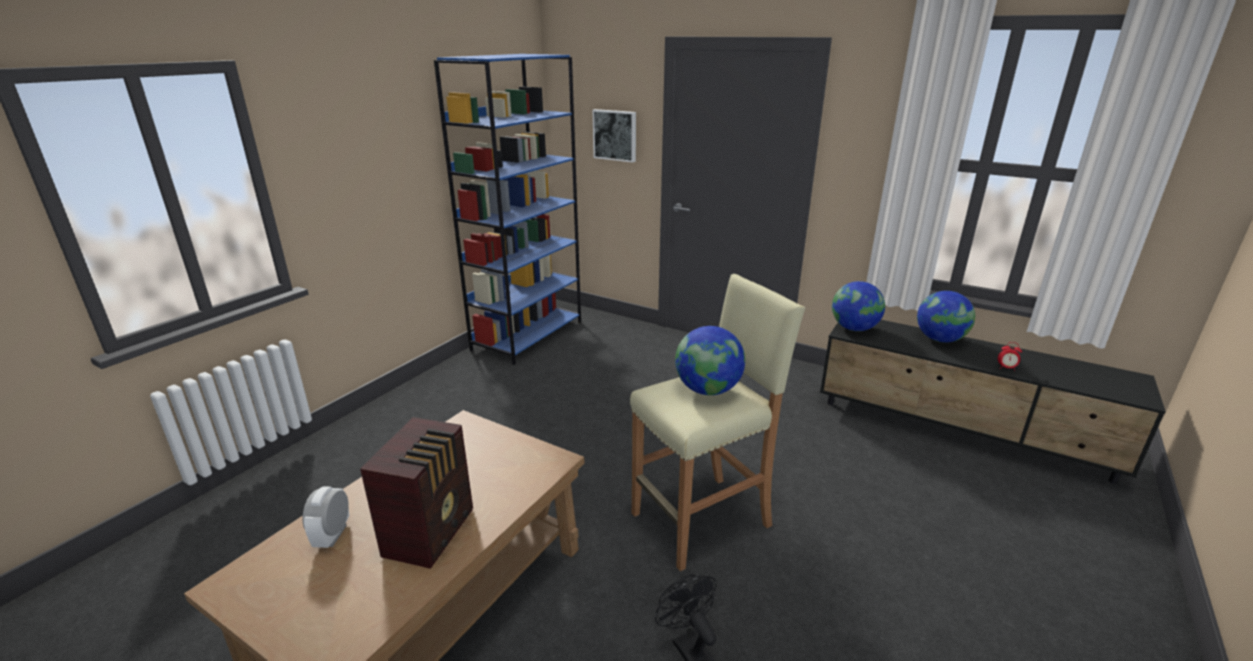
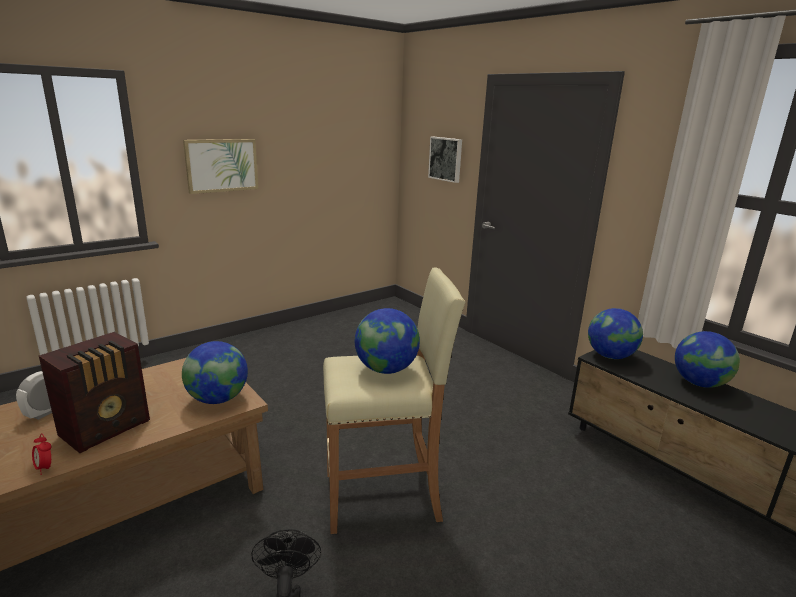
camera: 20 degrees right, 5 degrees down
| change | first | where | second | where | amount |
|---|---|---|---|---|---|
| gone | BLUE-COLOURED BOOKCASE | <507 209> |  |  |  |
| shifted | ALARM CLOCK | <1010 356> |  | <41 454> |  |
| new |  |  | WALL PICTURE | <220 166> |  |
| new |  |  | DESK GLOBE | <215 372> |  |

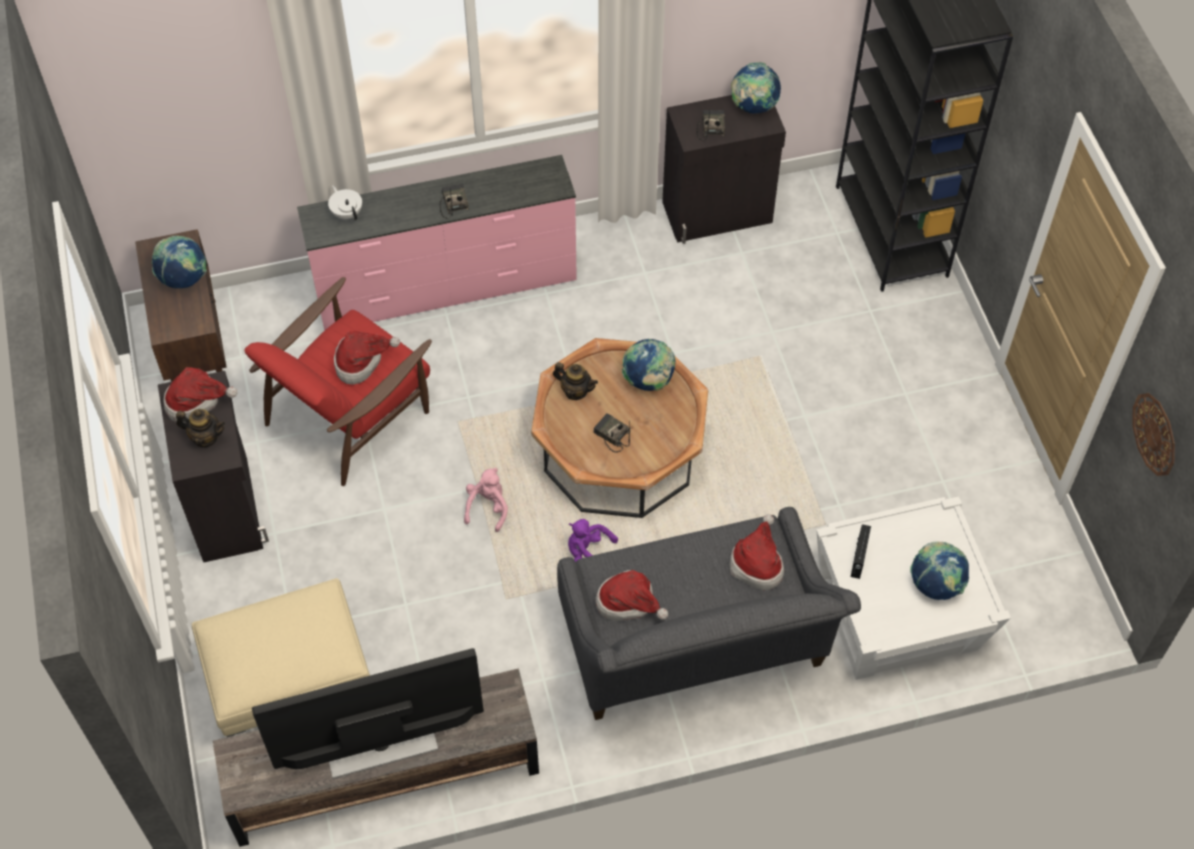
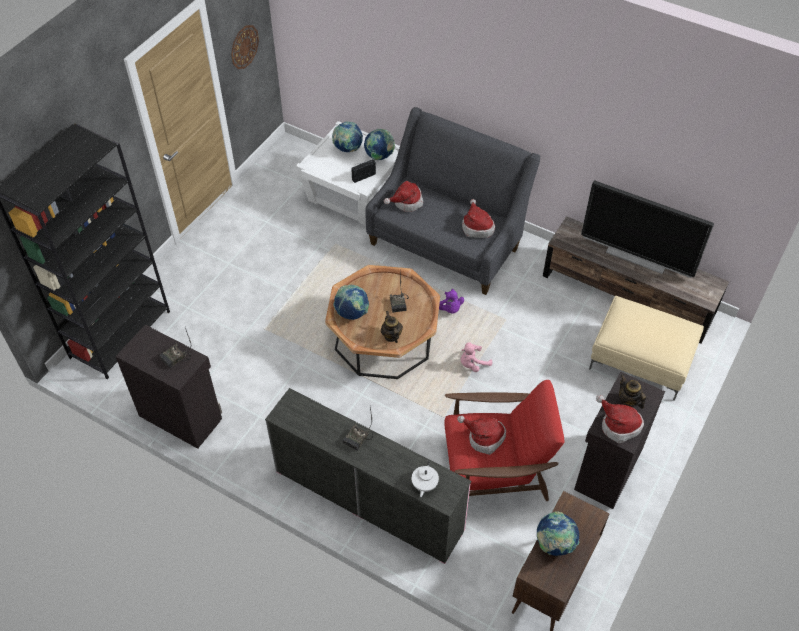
camera: 135 degrees left, 5 degrees down
| change | first | where | second | where | amount |
|---|---|---|---|---|---|
| shifted | DESK GLOBE | <756 87> |  | <379 144> |  |

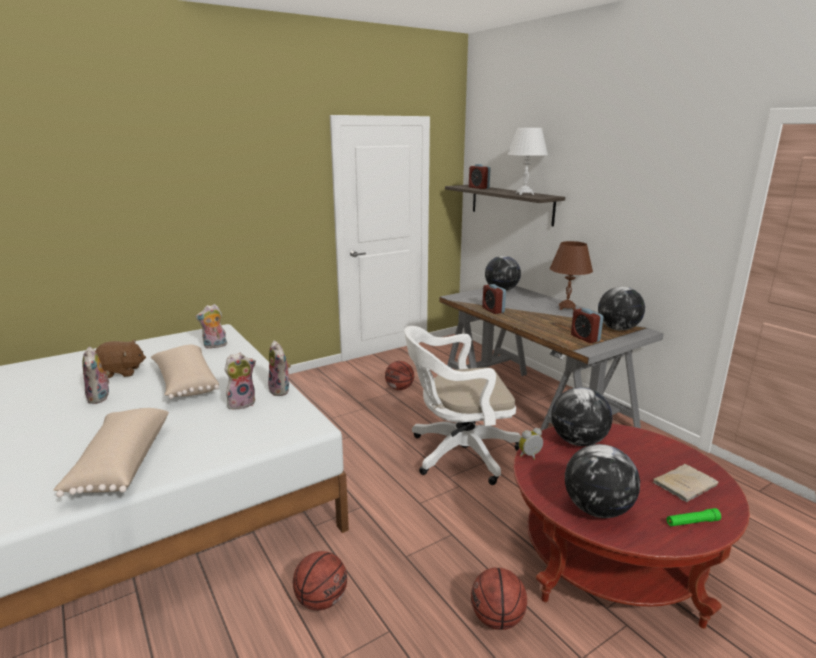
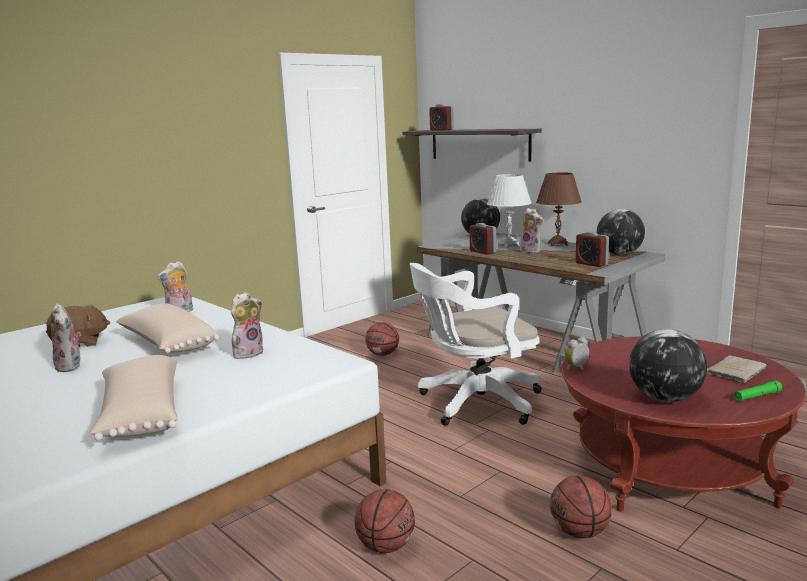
camera: 10 degrees left, 5 degrees down
| change | first | where | second | where | amount |
|---|---|---|---|---|---|
| shifted | WHITE TABLETOP LAMP | <527 161> |  | <509 210> |  |
| shifted | SOFT TOY | <279 368> |  | <531 231> |  |
| gone | DESK GLOBE | <581 416> |  |  |  |

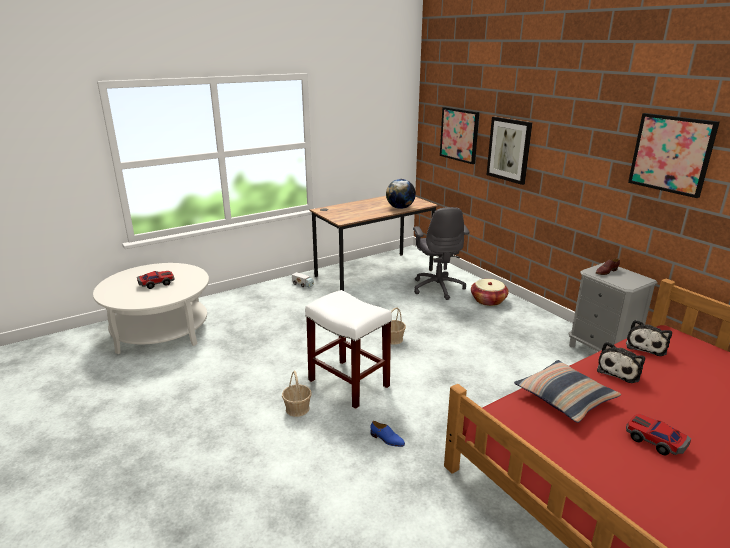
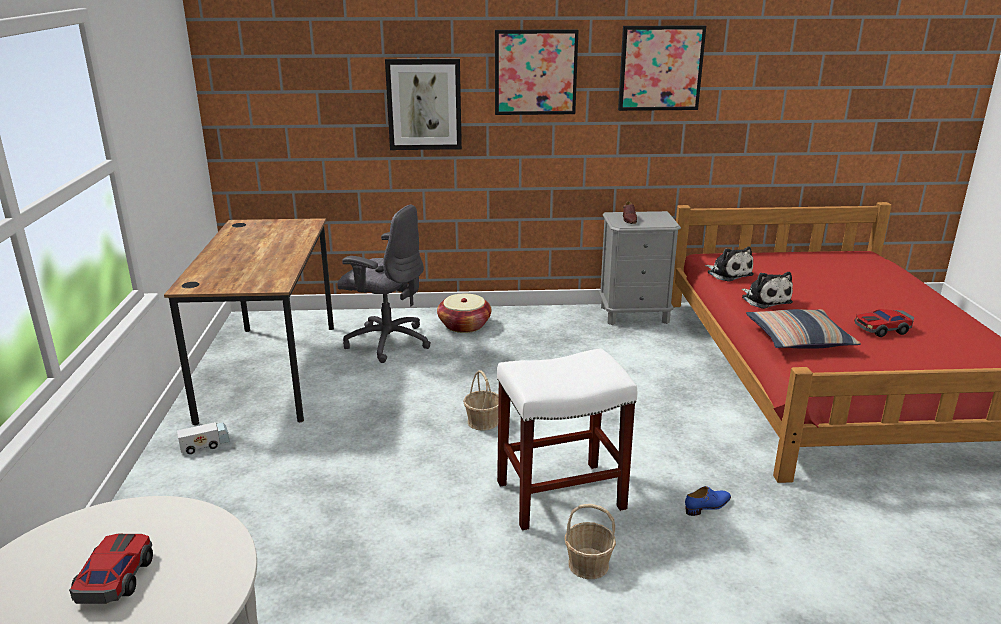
camera: 60 degrees left, 0 degrees up
| change | first | where | second | where | amount |
|---|---|---|---|---|---|
| shifted | WALL PICTURE | <459 135> |  | <536 72> |  |
| gone | DESK GLOBE | <401 194> |  |  |  |

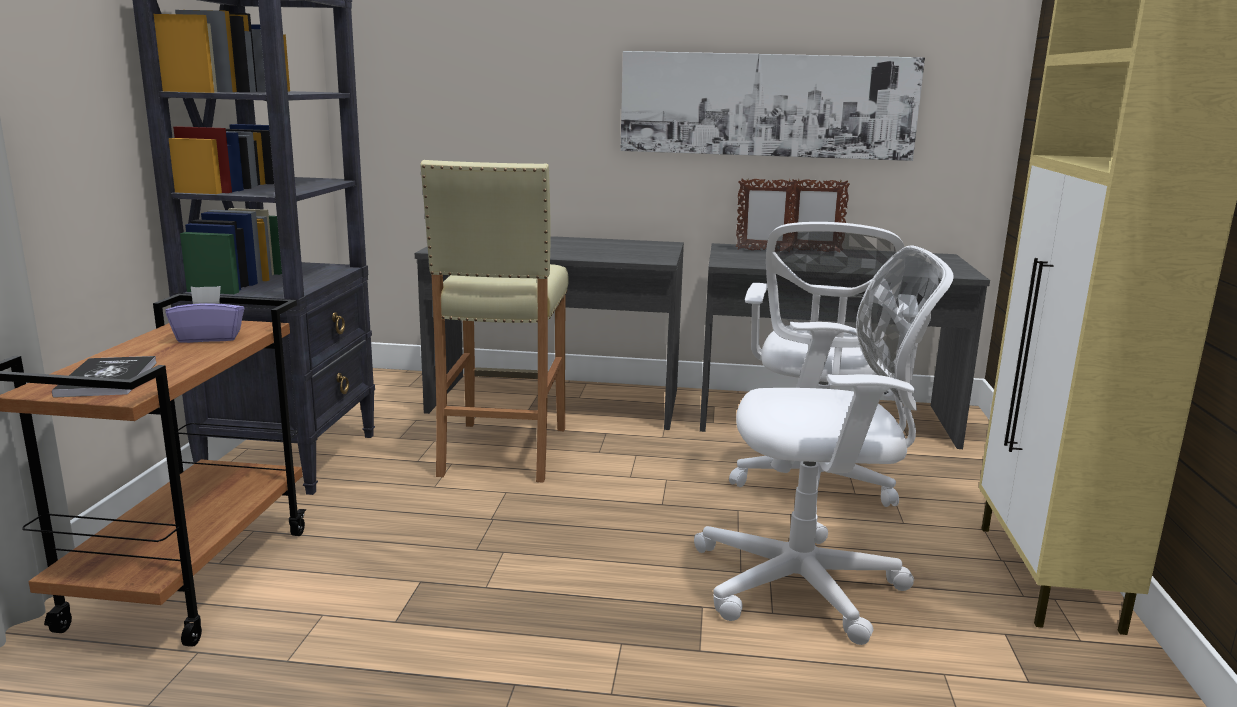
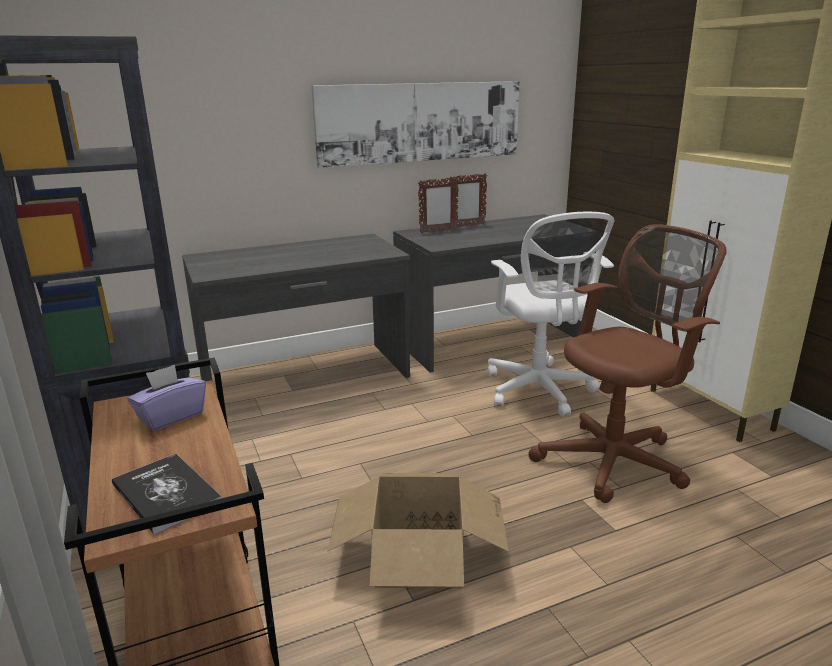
camera: 30 degrees left, 5 degrees up
| change | first | where | second | where | amount |
|---|---|---|---|---|---|
| gone | BEIGE STOOL SEAT | <494 321> |  |  |  |
| repainted | WHITE DESK CHAIR | <824 445> | BROWNISH DESK CHAIR | <627 363> |  |
| new |  |  | CARTON | <418 530> |  |

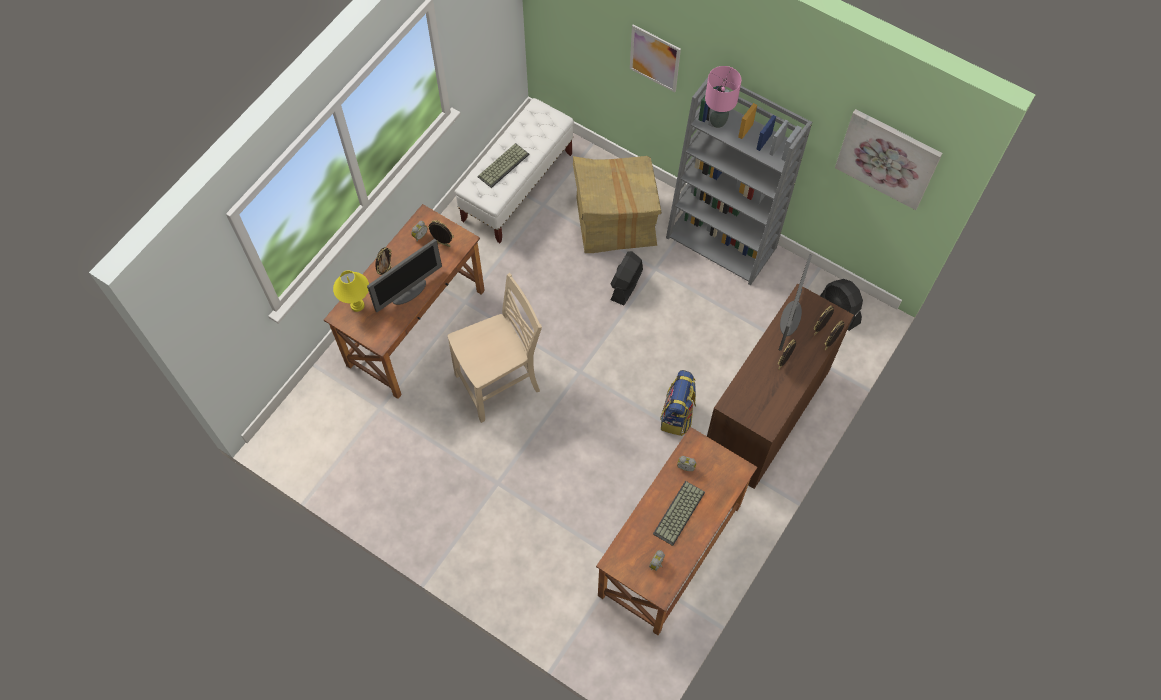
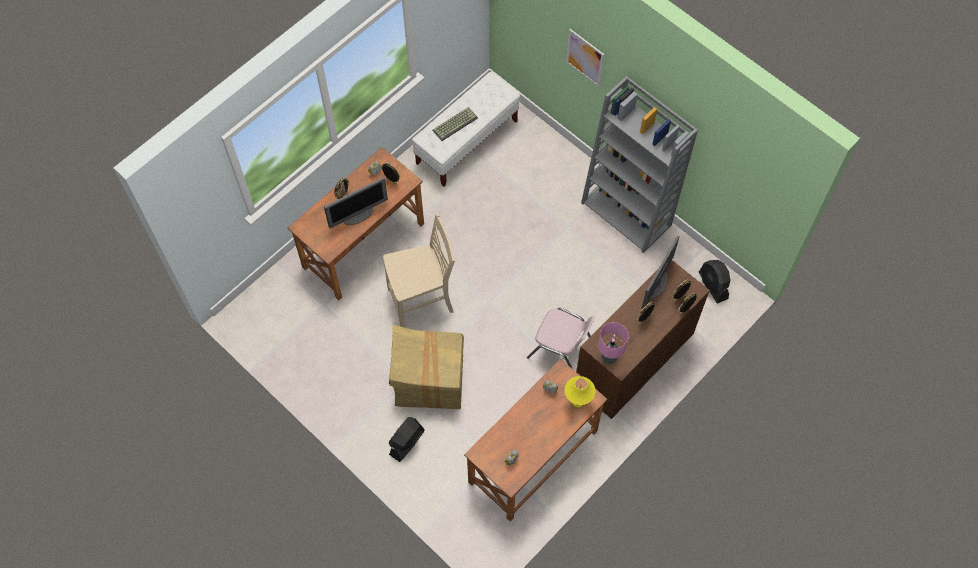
camera: 10 degrees right, 0 degrees up
| change | first | where | second | where | amount |
|---|---|---|---|---|---|
| shifted | PINK-COLOURED TABLETOP LAMP | <723 97> |  | <613 343> |  |
| gone | WALL PICTURE | <889 159> |  |  |  |
| shifted | CARTON | <617 204> |  | <426 367> |  |
| shifted | BLACKISH FAN | <626 278> |  | <406 439> |  |
| shifted | YELLOW TABLETOP LAMP | <351 291> |  | <580 392> |  |
| swapped | KNAPSACK | <678 403> | PINK-COLOURED PLAIN CHAIR | <561 338> |  |
| gone | COMPUTER KEYBOARD | <679 513> |  |  |  |

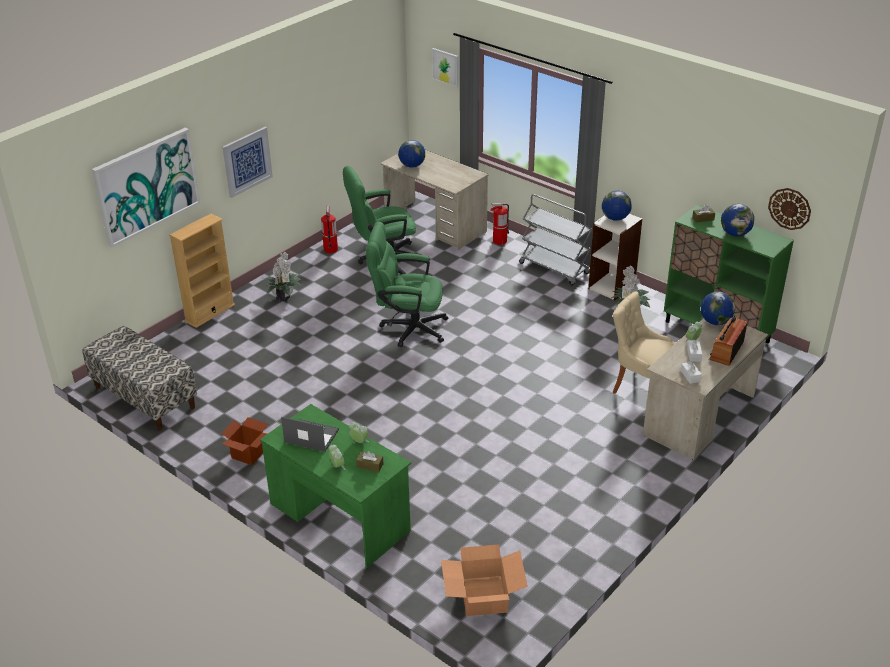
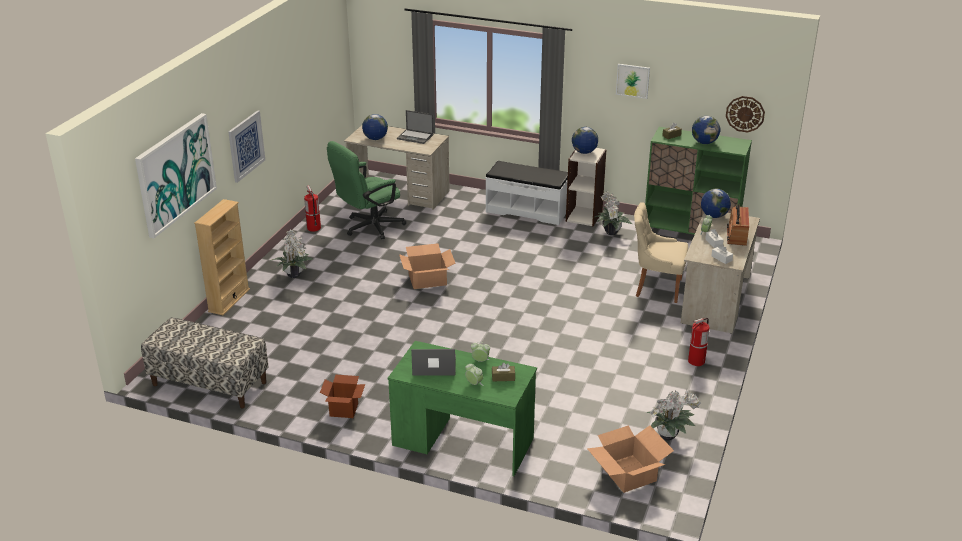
camera: 20 degrees left, 5 degrees down
| change | first | where | second | where | amount |
|---|---|---|---|---|---|
| shifted | WALL PICTURE | <445 67> |  | <633 81> |  |
| swapped | GREY TROLLEY | <555 239> | WHITE INDOOR BENCH | <526 193> |  |
| shifted | EXTINGUISHER | <499 224> |  | <699 342> |  |
| swapped | GREEN DESK CHAIR | <407 284> | CARTON | <427 266> |  |
| new |  |  | LAPTOP | <415 127> |  |
| new |  |  | PLANT IN A POT | <673 415> |  |

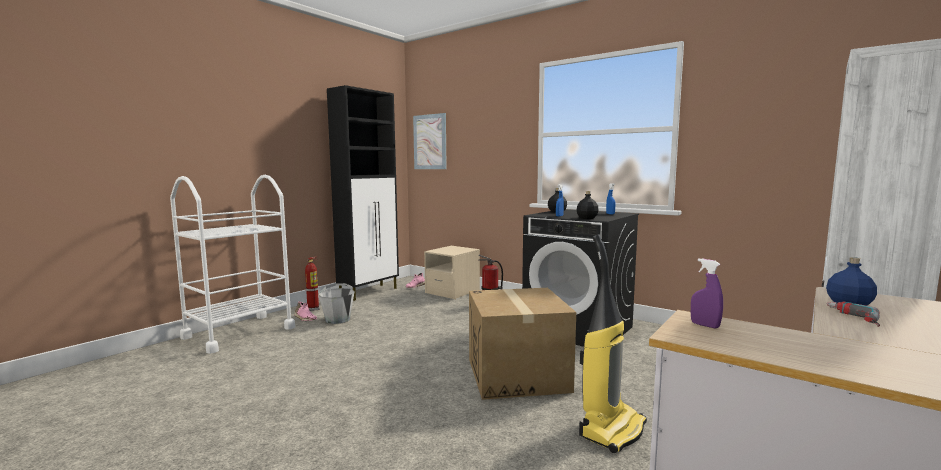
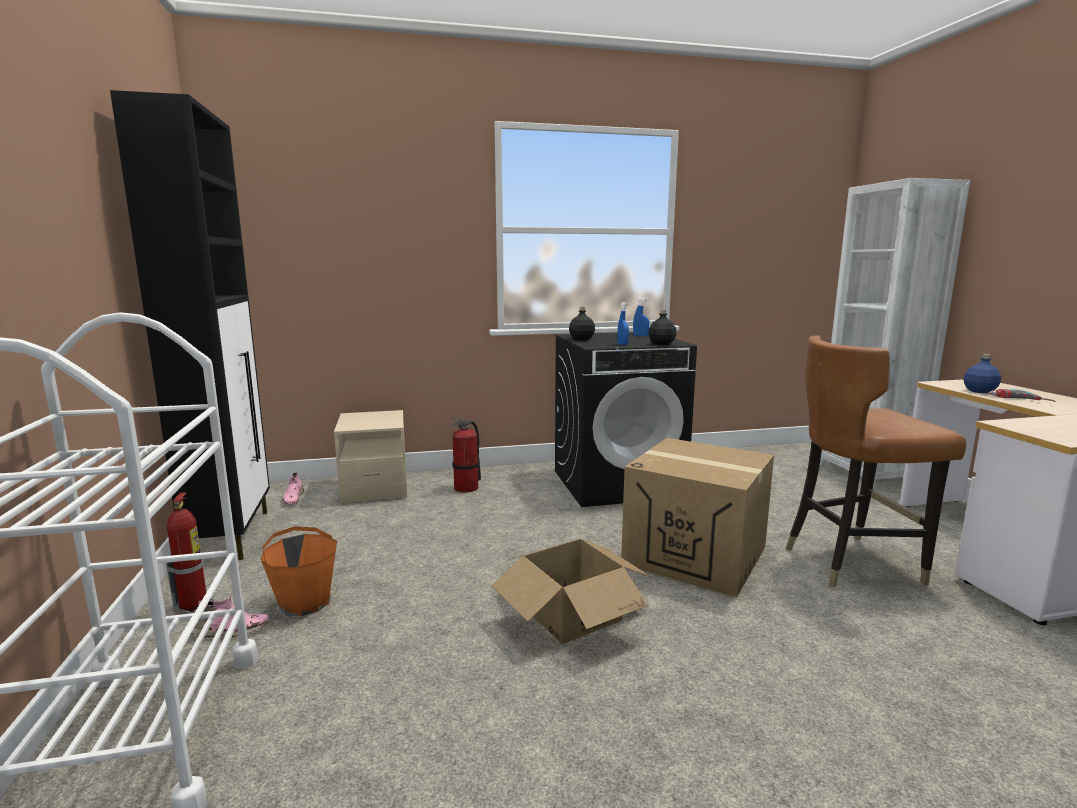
camera: 50 degrees left, 5 degrees up
| change | first | where | second | where | amount |
|---|---|---|---|---|---|
| gone | WALL PICTURE | <430 141> |  |  |  |
| swapped | VACUUM CLEANER | <613 343> | BROWNISH PLAIN CHAIR | <876 461> |  |
| gone | PURPLISH SPRAYER | <707 293> |  |  |  |
| repainted | GREY BUCKET | <336 303> | ORANGEY BUCKET | <299 571> |  |
| new |  |  | CARTON | <571 591> |  |

